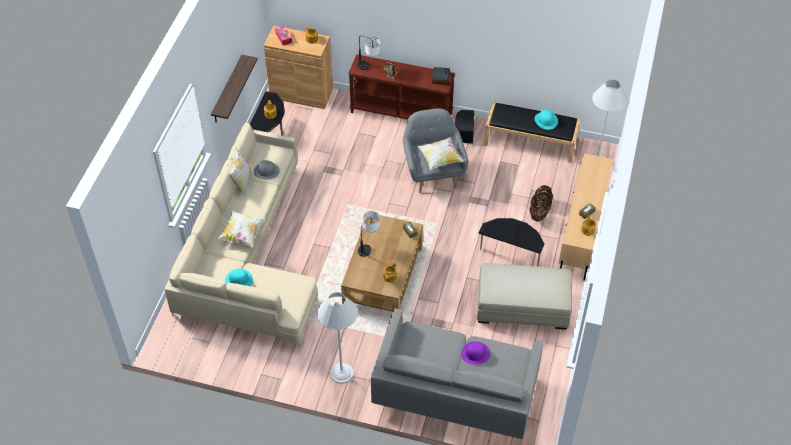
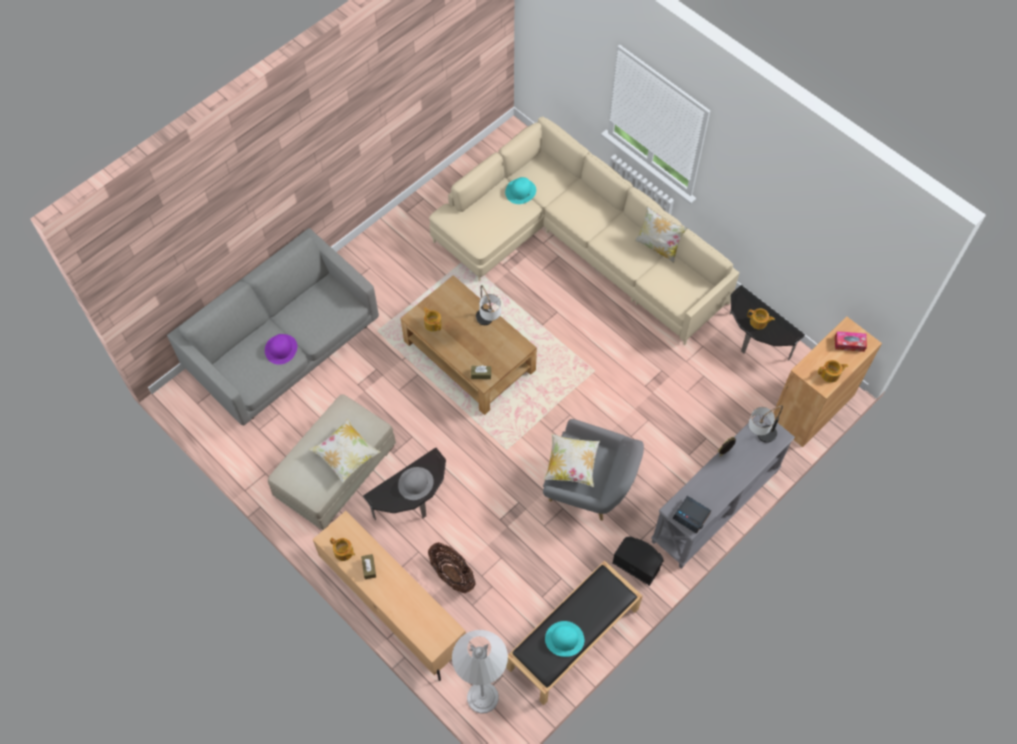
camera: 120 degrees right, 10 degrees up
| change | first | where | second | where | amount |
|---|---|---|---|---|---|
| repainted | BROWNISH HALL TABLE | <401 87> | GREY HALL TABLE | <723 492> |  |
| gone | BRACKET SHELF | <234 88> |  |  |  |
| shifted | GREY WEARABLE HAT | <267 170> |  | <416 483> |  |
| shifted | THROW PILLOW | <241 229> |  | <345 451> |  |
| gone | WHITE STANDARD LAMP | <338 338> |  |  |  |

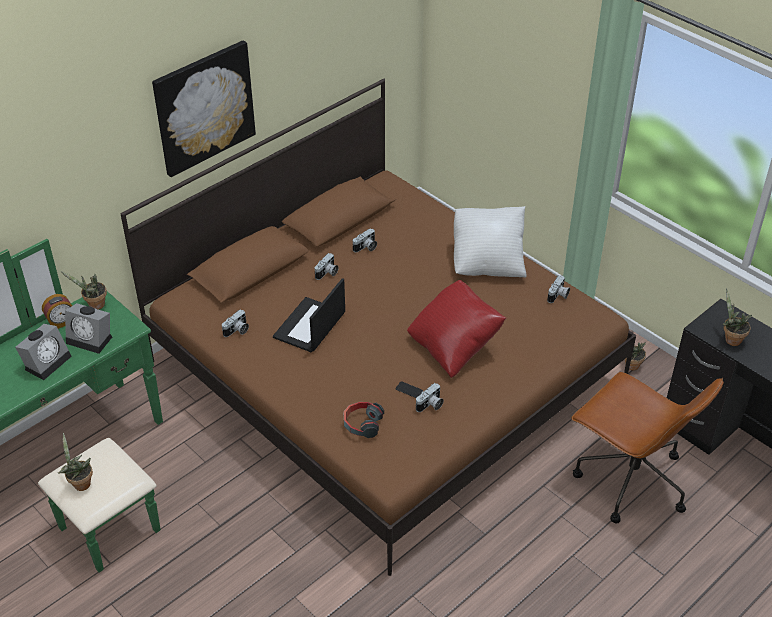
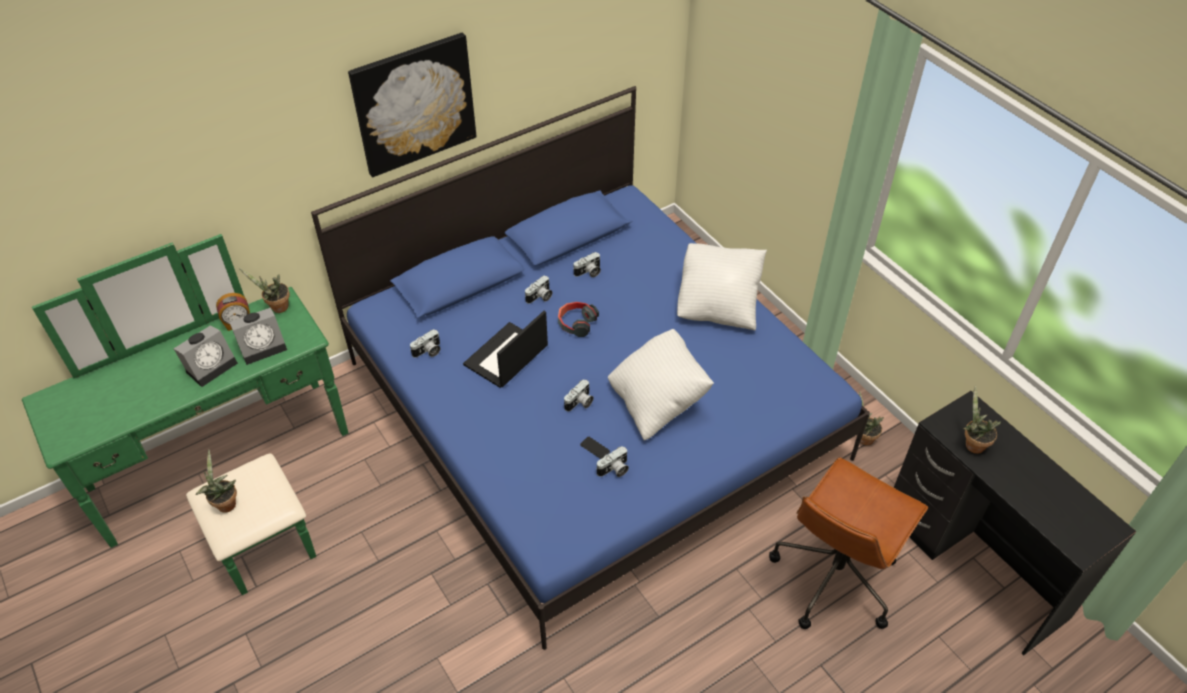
camera: 10 degrees right, 5 degrees up
| change | first | where | second | where | amount |
|---|---|---|---|---|---|
| repainted | BROWNISH BED | <378 327> | BLUE-COLOURED BED | <590 368> |  |
| shifted | PHOTO CAMERA | <558 289> |  | <579 395> |  |
| repainted | REDDISH THROW PILLOW | <456 329> | WHITE THROW PILLOW | <661 385> |  |
| rotated | ALARM CLOCK | <88 328> |  | <258 336> | 60 degrees counterclockwise |
| rotated | BROWNISH DESK CHAIR | <647 447> |  | <848 543> | 75 degrees clockwise |
| shifted | HEADSET | <363 420> |  | <578 319> |  |

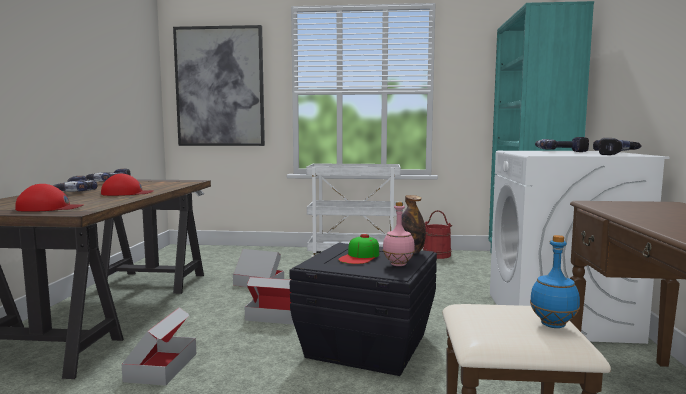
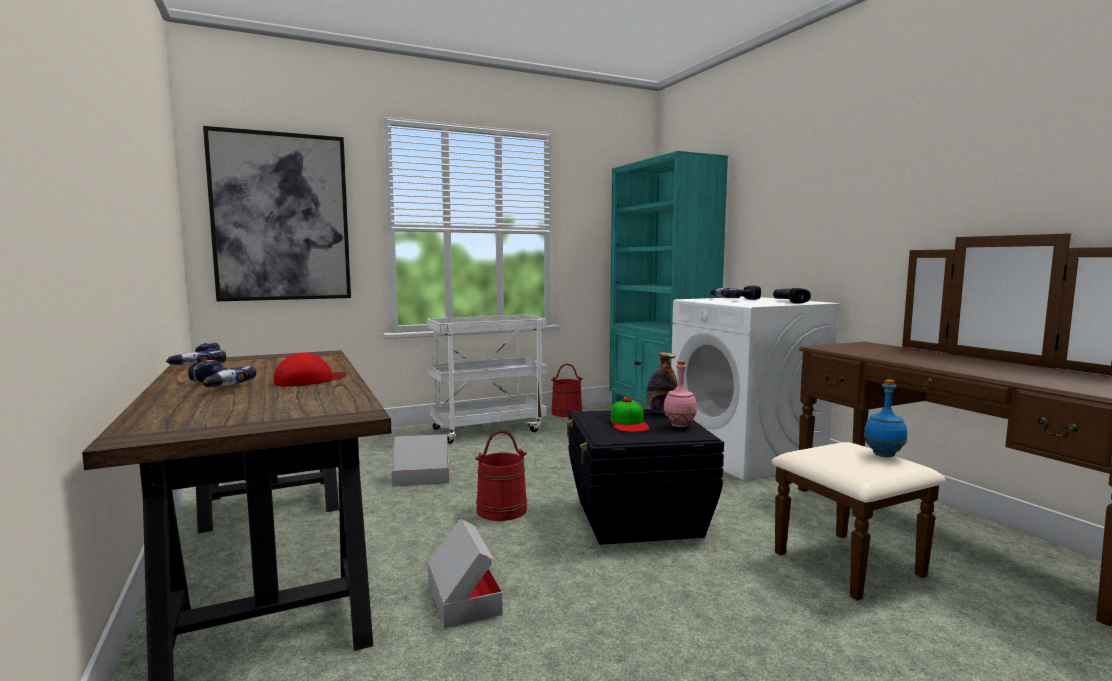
camera: 30 degrees left, 0 degrees up
| change | first | where | second | where | amount |
|---|---|---|---|---|---|
| gone | REDDISH PEAKED CAP | <49 198> |  |  |  |
| swapped | CARTON | <269 301> | REDDISH BUCKET | <501 475> |  |

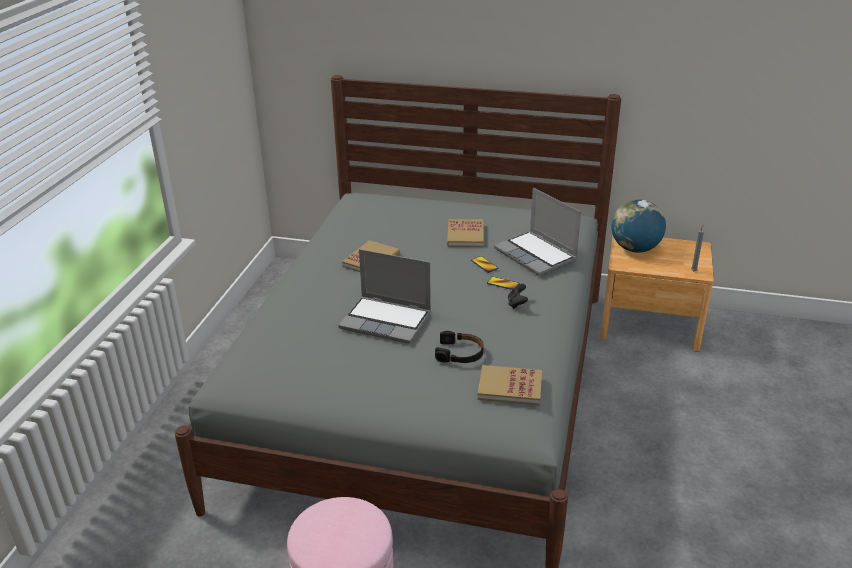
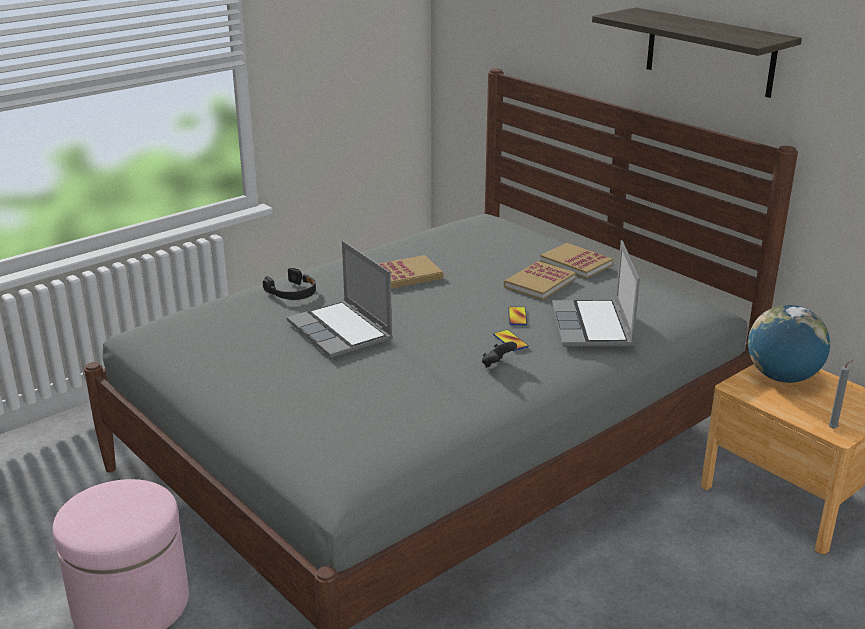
camera: 35 degrees right, 5 degrees down
| change | first | where | second | where | amount |
|---|---|---|---|---|---|
| shifted | BLACKISH HEADSET | <459 347> |  | <289 284> |  |
| shifted | VOLUME | <509 385> |  | <576 261> |  |
| new |  |  | BRACKET SHELF | <697 52> |  |

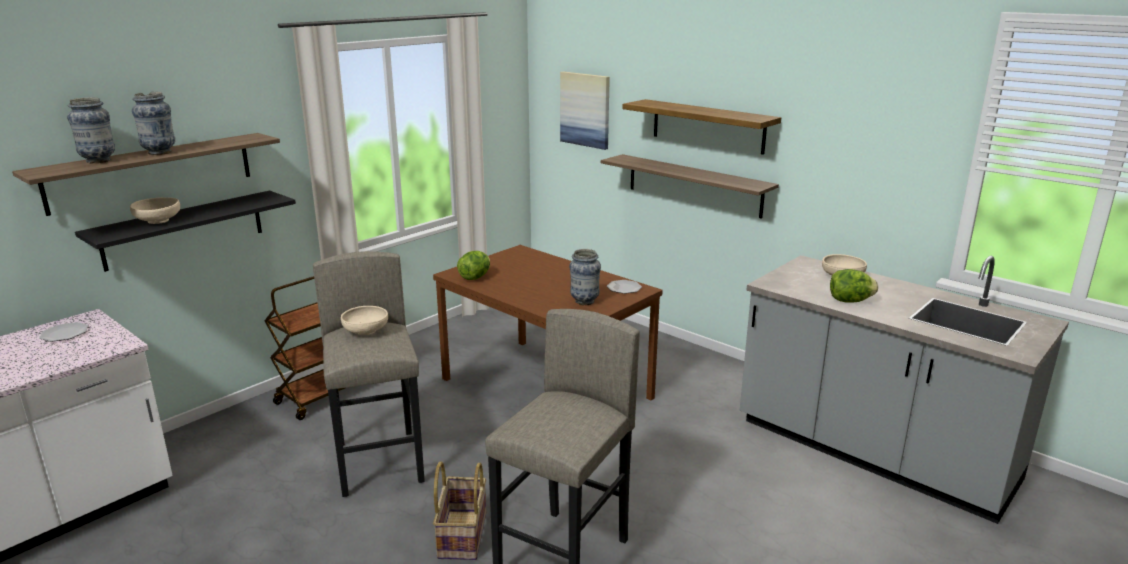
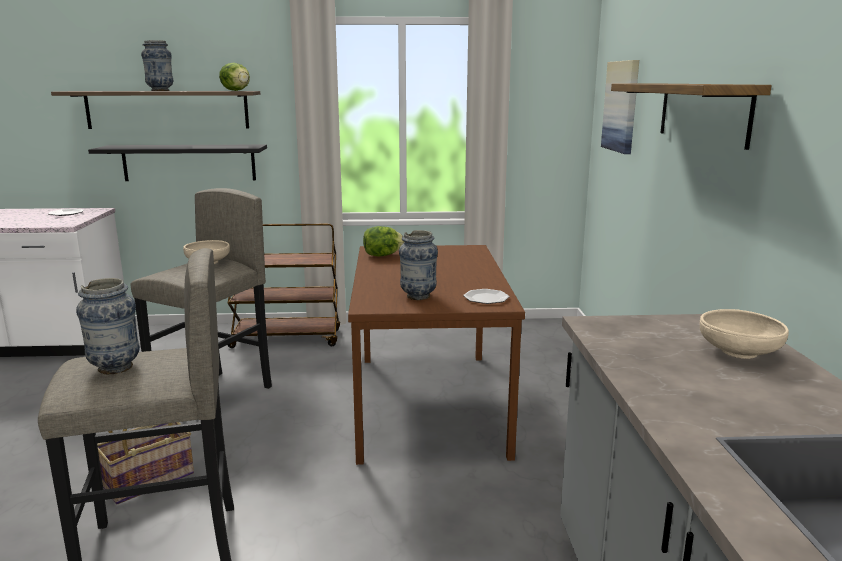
camera: 45 degrees right, 5 degrees down
| change | first | where | second | where | amount |
|---|---|---|---|---|---|
| shifted | DECORATIVE VASE | <91 130> |  | <108 326> |  |
| gone | BRACKET SHELF | <690 186> |  |  |  |
| gone | BEIGE SERVING BOWL | <155 210> |  |  |  |
| shifted | HEAD OF LETTUCE | <854 286> |  | <234 77> |  |

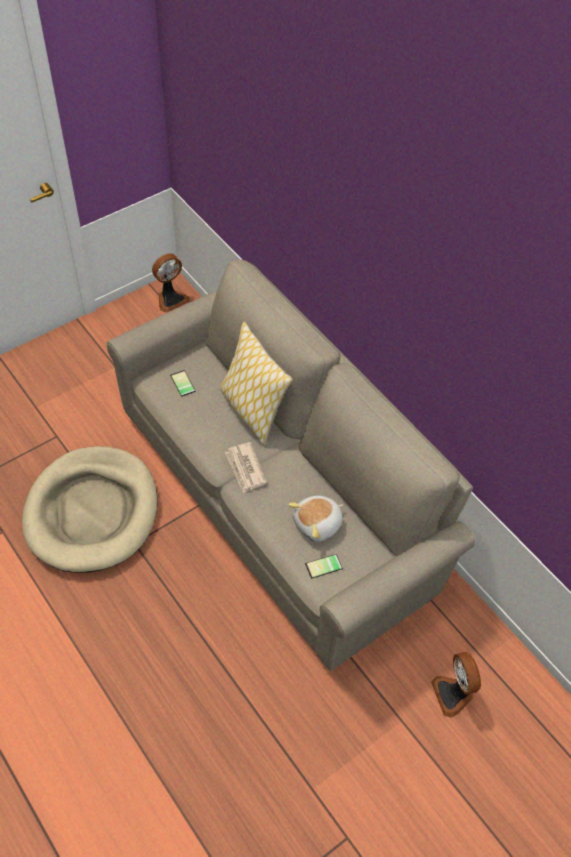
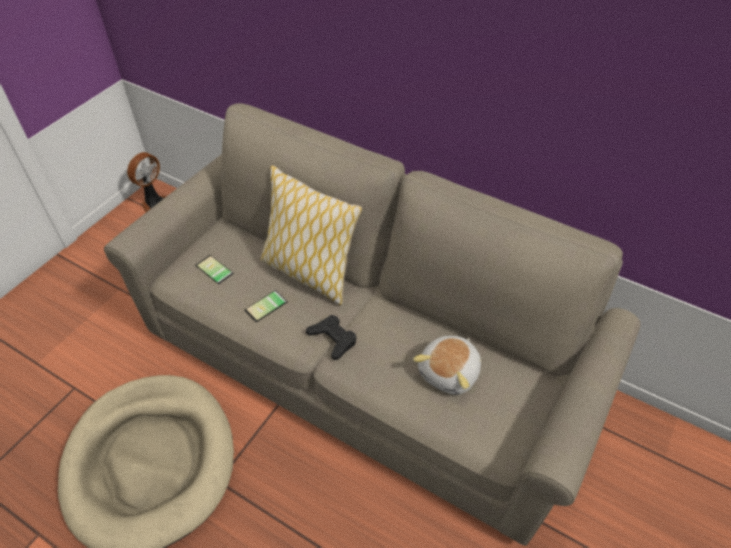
camera: 20 degrees left, 5 degrees down
| change | first | where | second | where | amount |
|---|---|---|---|---|---|
| swapped | DAILY PAPER | <246 467> | BLACKISH GAME CONTROLLER | <331 337> |  |
| shifted | TELEPHONE | <324 566> |  | <266 306> |  |
| gone | FAN | <456 685> |  |  |  |

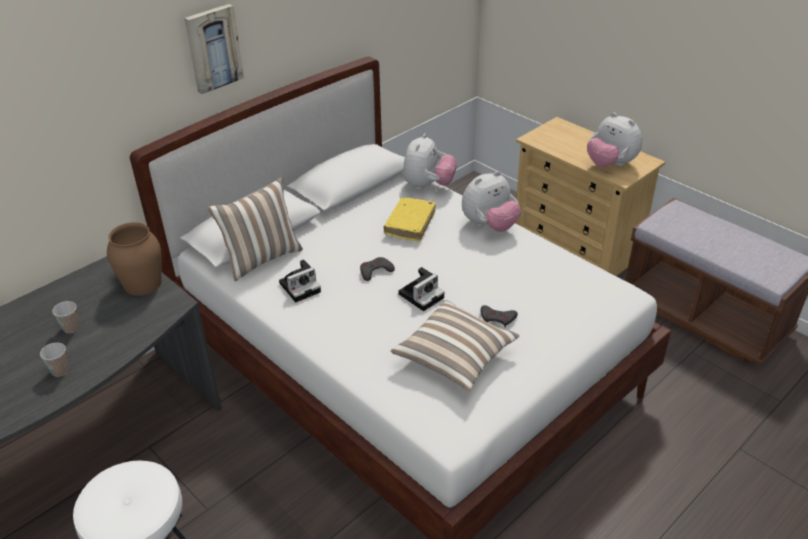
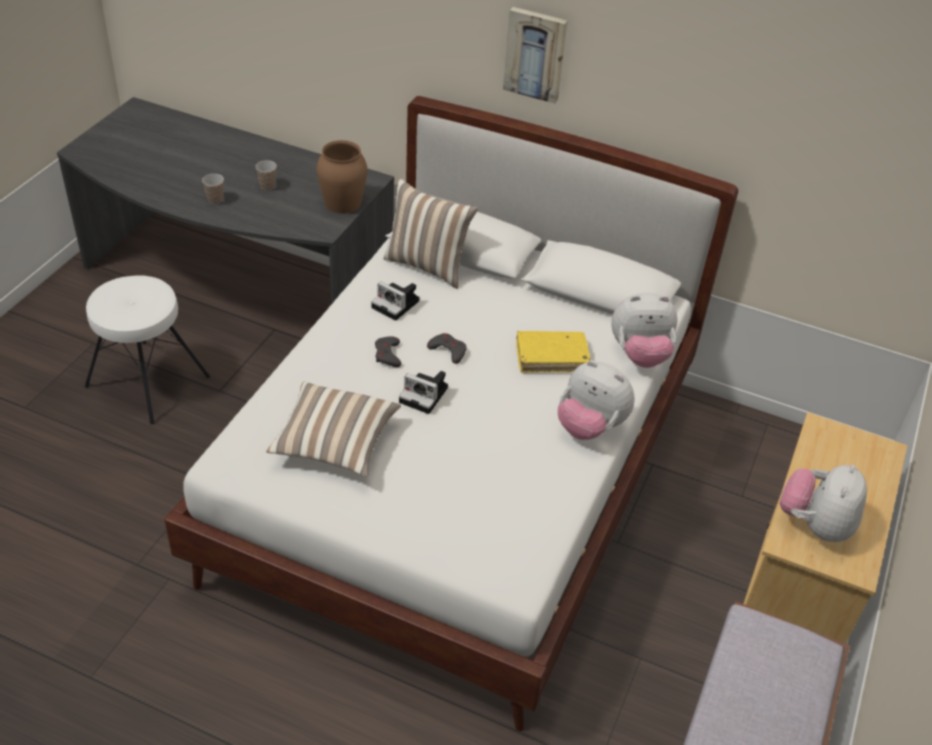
camera: 65 degrees right, 5 degrees up
| change | first | where | second | where | amount |
|---|---|---|---|---|---|
| shifted | GREY GAME CONTROLLER | <499 316> |  | <388 351> |  |

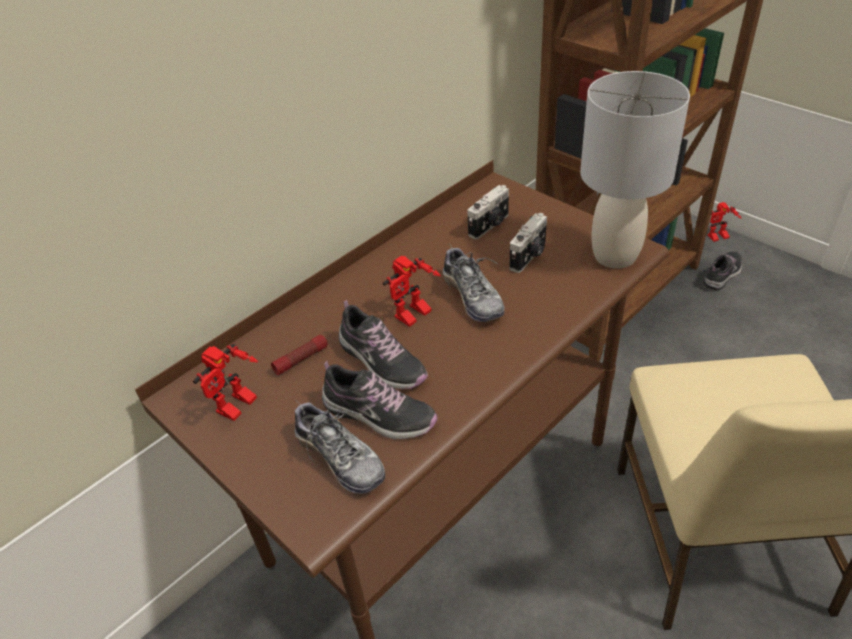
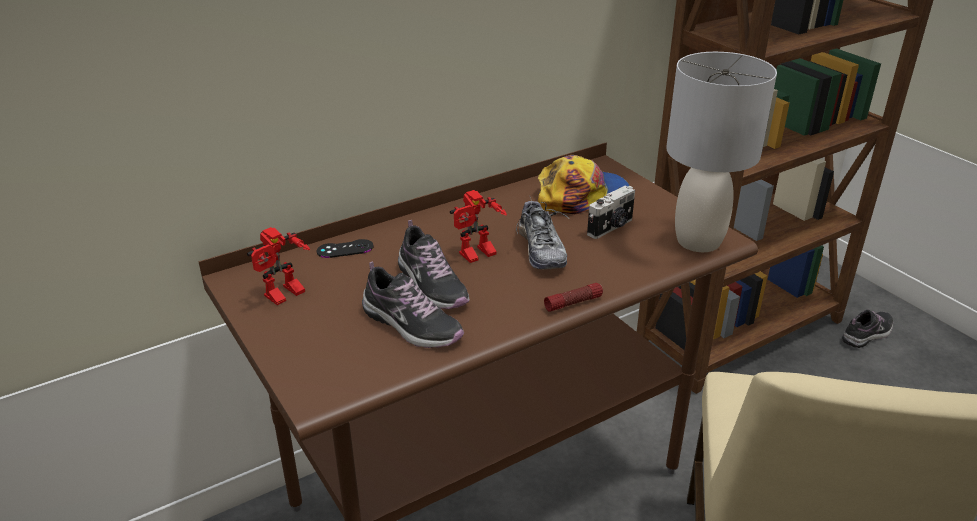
camera: 10 degrees right, 10 degrees down
| change | first | where | second | where | amount |
|---|---|---|---|---|---|
| swapped | PHOTO CAMERA | <488 212> | PEAKED CAP | <584 184> |  |
| gone | ROBOT FIGURE | <725 222> |  |  |  |
| shifted | HAND TORCH | <299 355> |  | <573 297> |  |
| gone | SHOE | <339 446> |  |  |  |
| new |  |  | BLACKISH GAME CONTROLLER | <345 248> |  |

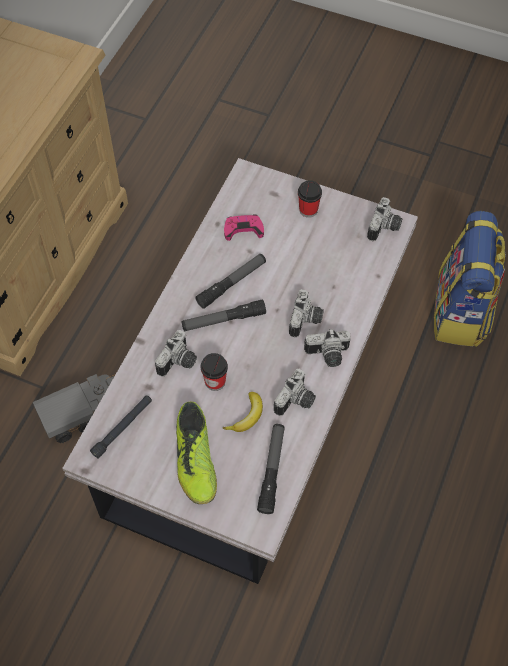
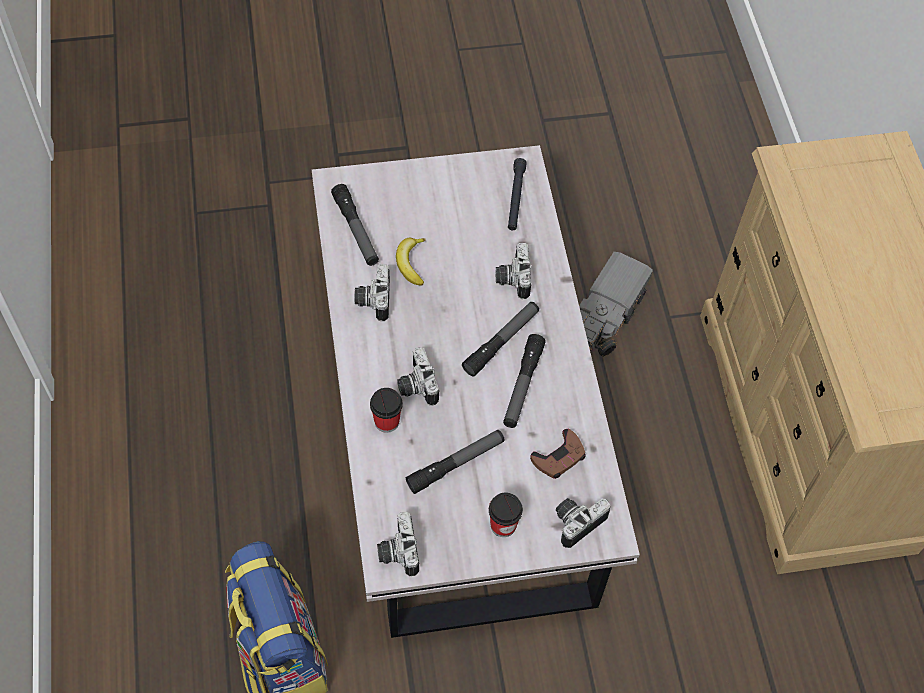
camera: 145 degrees right, 0 degrees up
| change | first | where | second | where | amount |
|---|---|---|---|---|---|
| repainted | PINK-COLOURED GAME CONTROLLER | <244 227> | BROWNISH GAME CONTROLLER | <558 454> |  |
| shifted | PHOTO CAMERA | <327 348> |  | <583 523> |  |
| shifted | SMALL CUP | <214 372> |  | <386 410> |  |
| gone | SHOE | <196 453> |  |  |  |
| new |  |  | HAND TORCH | <455 462> |  |

